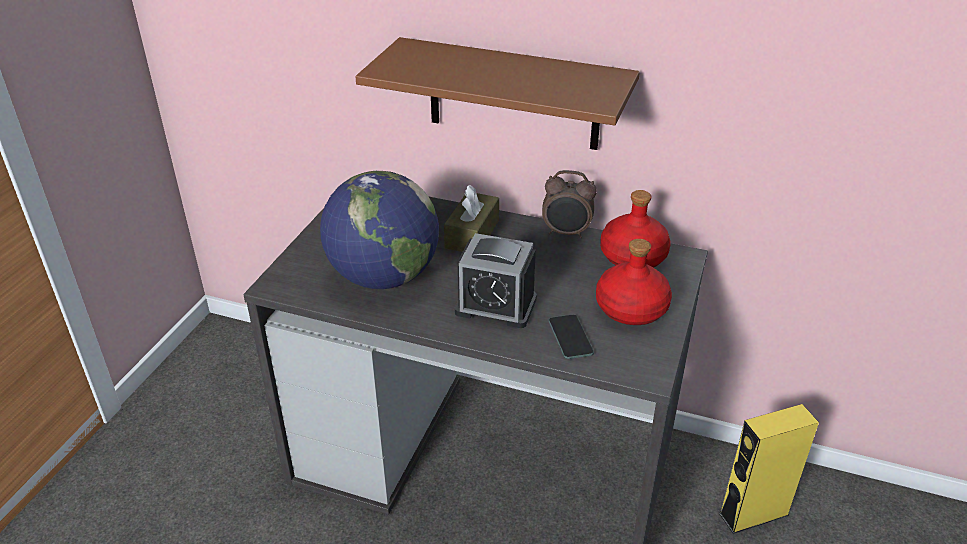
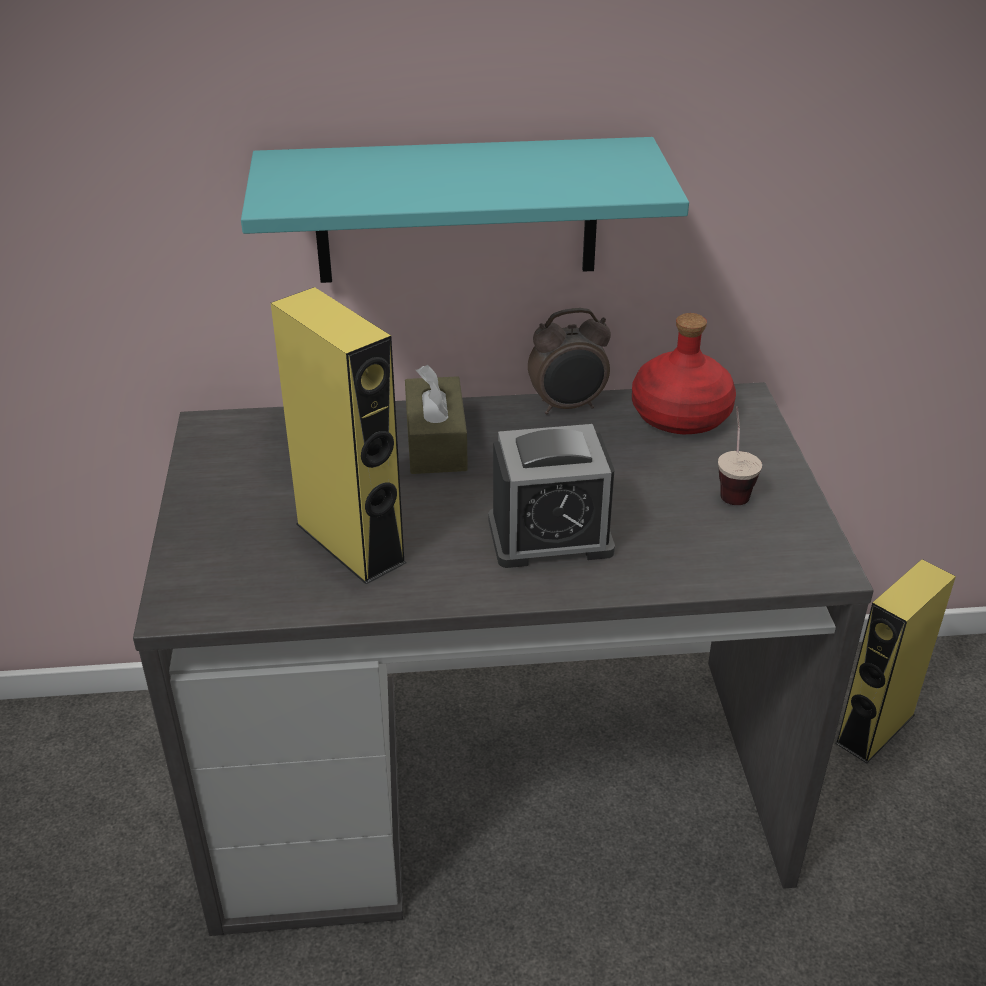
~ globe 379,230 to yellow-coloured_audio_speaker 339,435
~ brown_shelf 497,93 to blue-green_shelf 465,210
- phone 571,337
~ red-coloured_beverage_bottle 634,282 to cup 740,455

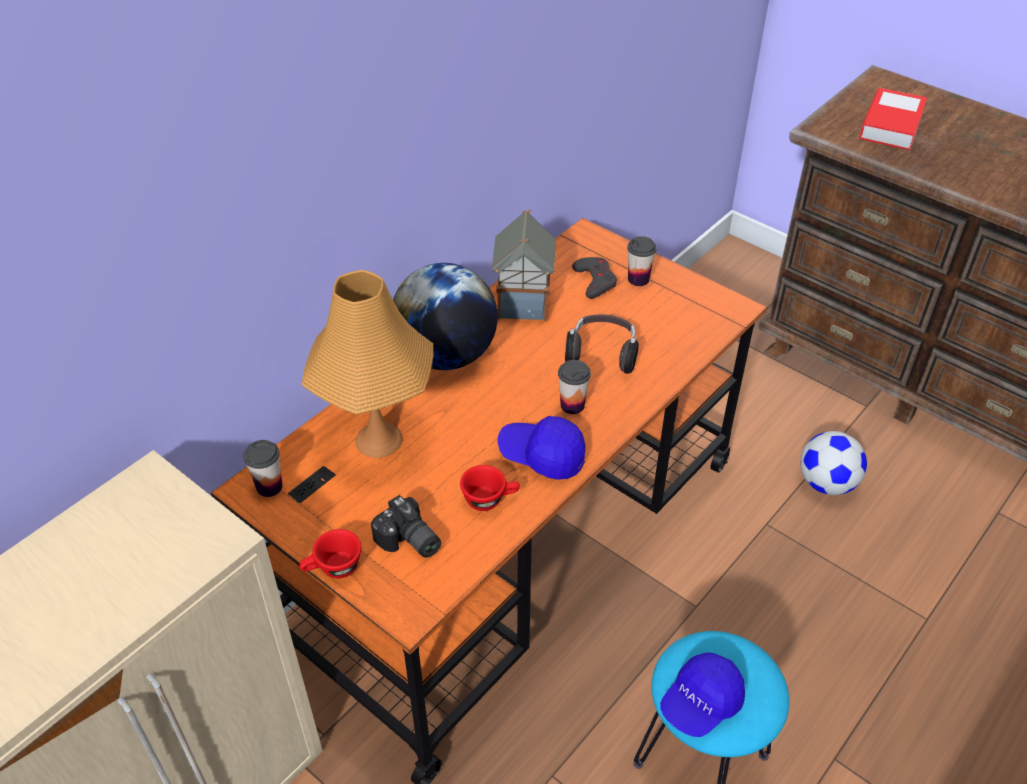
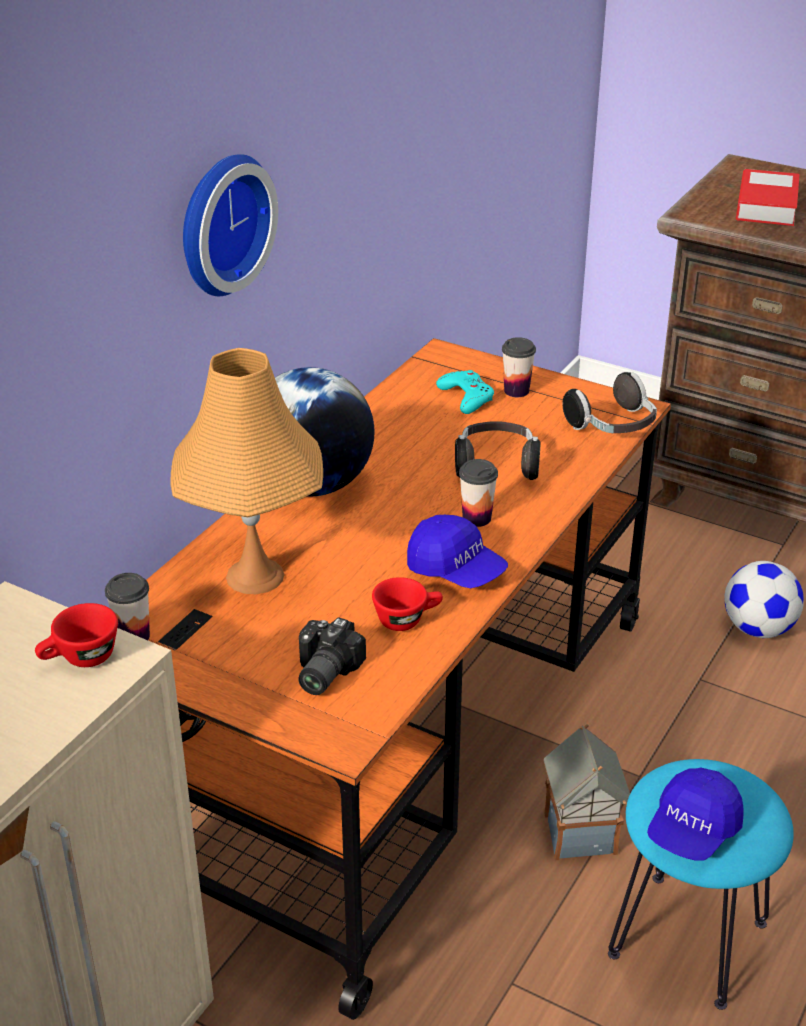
~ red-coloured_cup 330,553 to 76,635
~ still_camera 406,526 = 332,656 75 degrees clockwise
~ toy_house 524,265 to 586,792
~ blue-coloured_cap 541,448 = 457,551 150 degrees counterclockwise
~ greyish_joypad 594,278 to blue-green_joypad 465,392
+ hanging_clock 230,225
+ pair_of_headphones 609,402

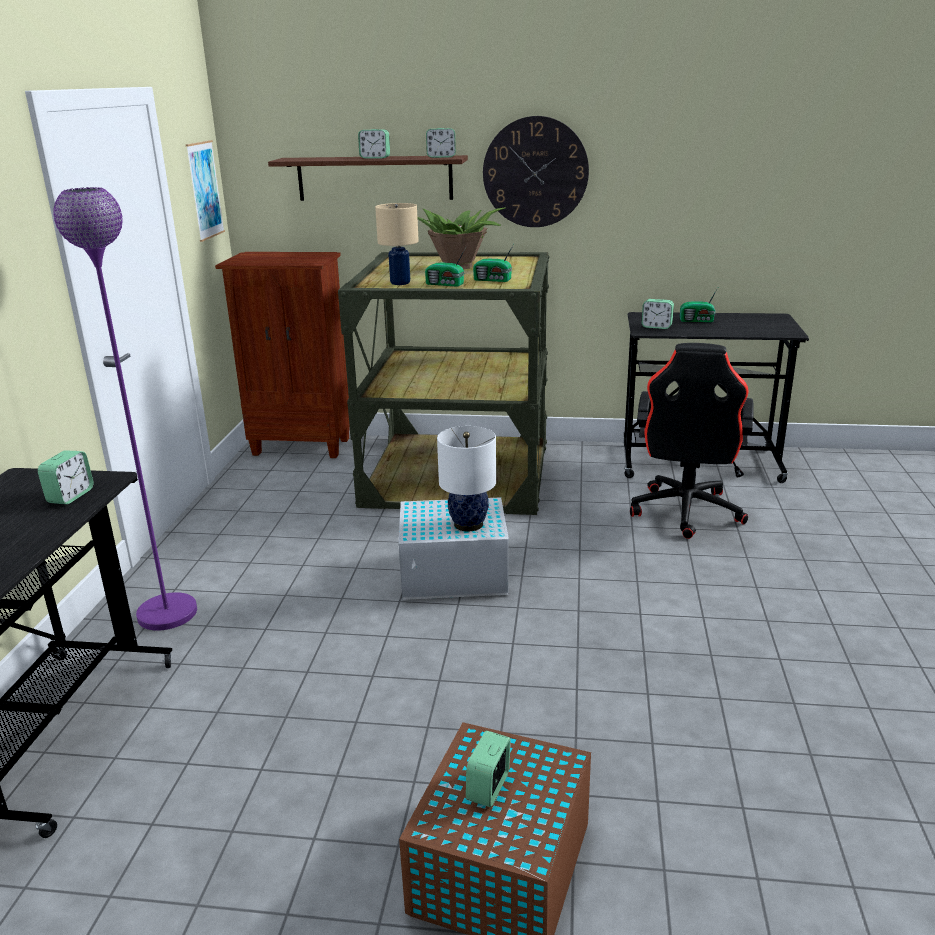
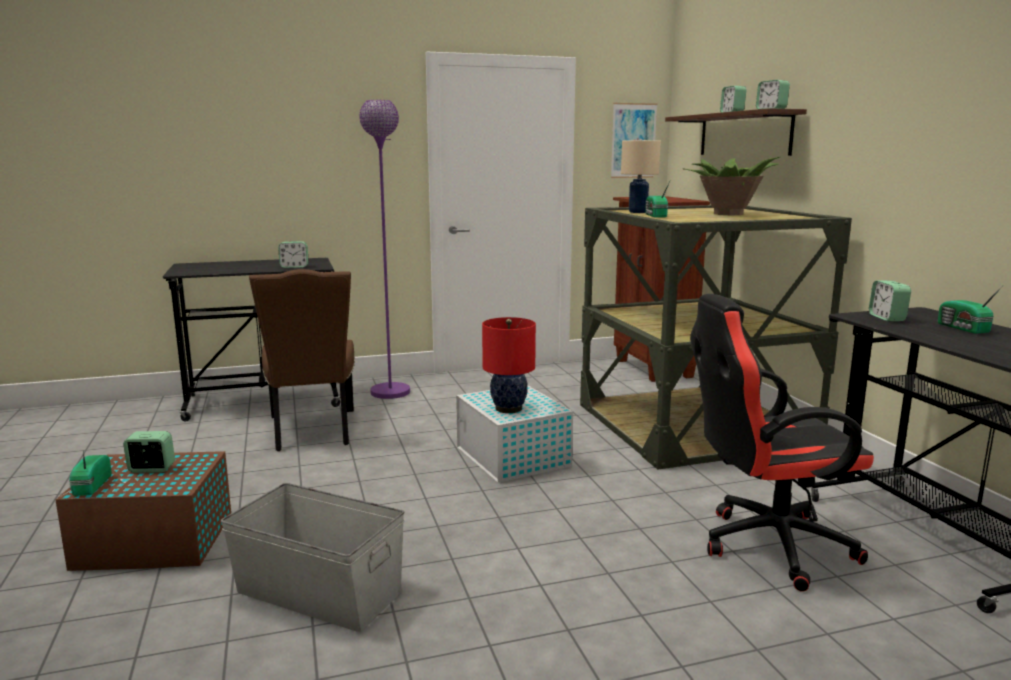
~ whitish_tabletop_lamp 466,478 to red-coloured_tabletop_lamp 509,365
~ radio_set 493,263 to 90,473
- hanging_clock 536,171
+ greyish_storage_box 312,557
+ brown_upright_chair 302,360

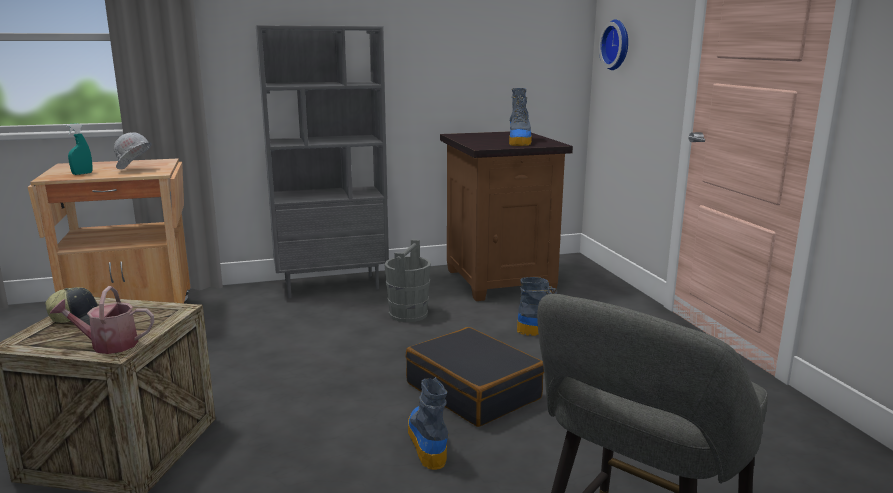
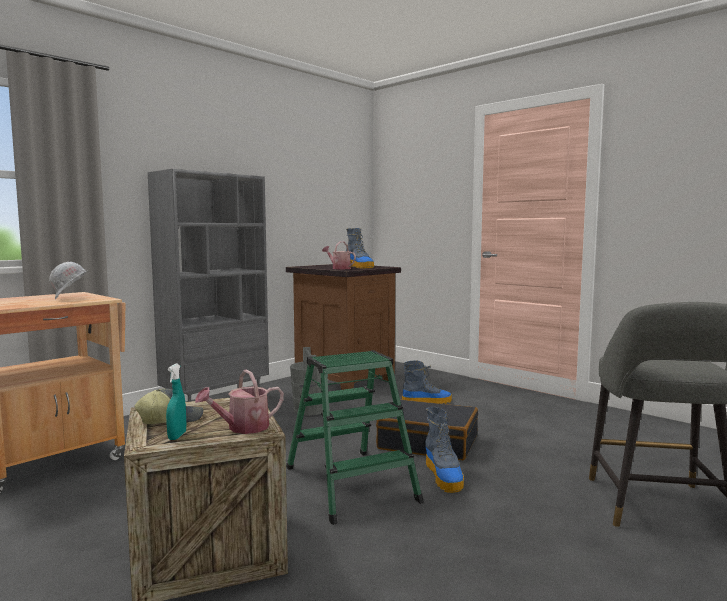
~ blue-green_spray_bottle 79,149 to 176,402
~ boot 428,423 = 444,450 150 degrees counterclockwise
- hanging_clock 613,44
+ green_stepladder 355,437
+ watering_pot 339,255

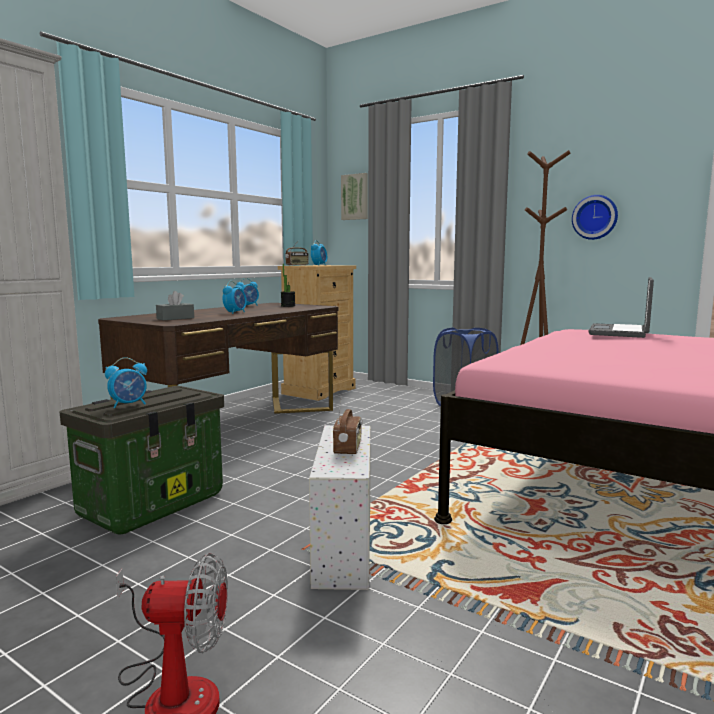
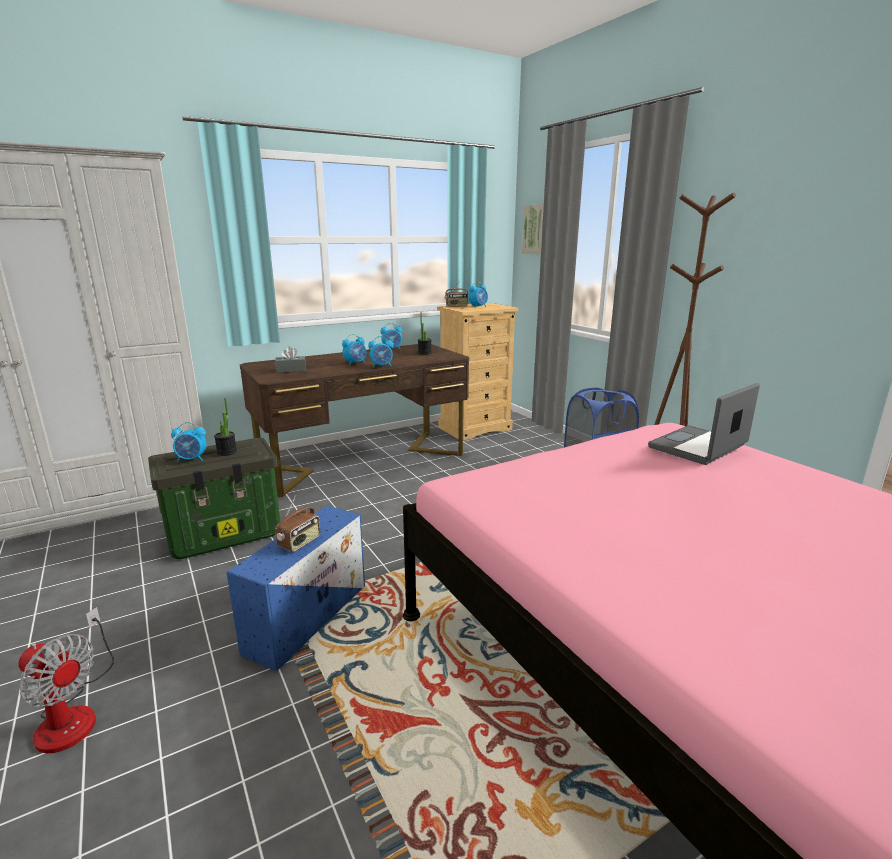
~ whitish_storage_box 339,507 to blue-coloured_storage_box 295,588
- hanging_clock 595,217
+ plant_in_a_pot 225,427
+ alarm_clock 381,352

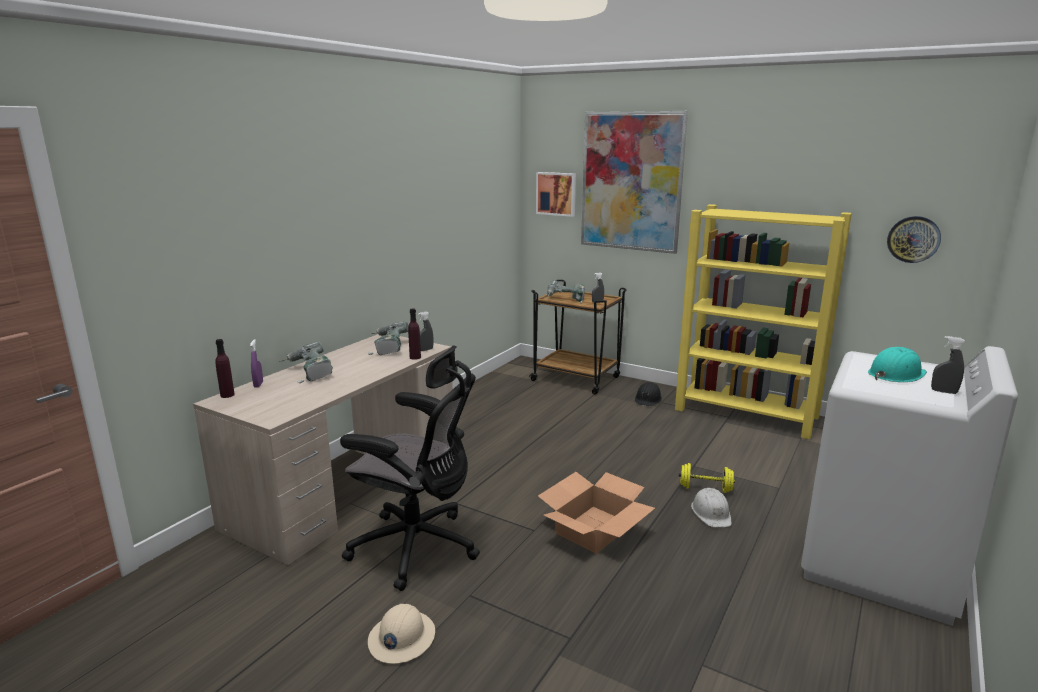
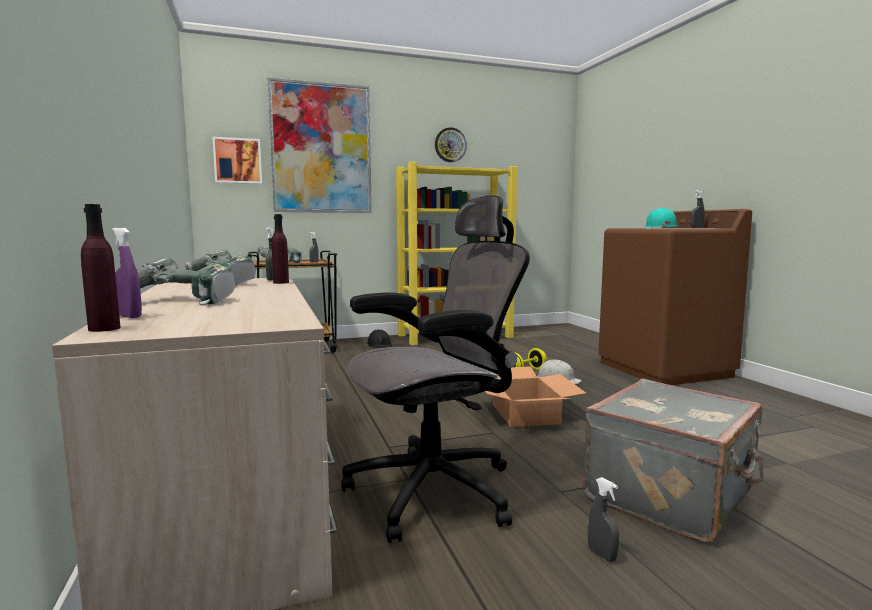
~ beige-coloured_hard_hat 401,634 to greyish_spray_bottle 603,519
~ whitish_laundry_machine 909,486 to brown_laundry_machine 675,297
~ hanging_clock 914,239 to 451,144
+ greyish_travel_case 673,461

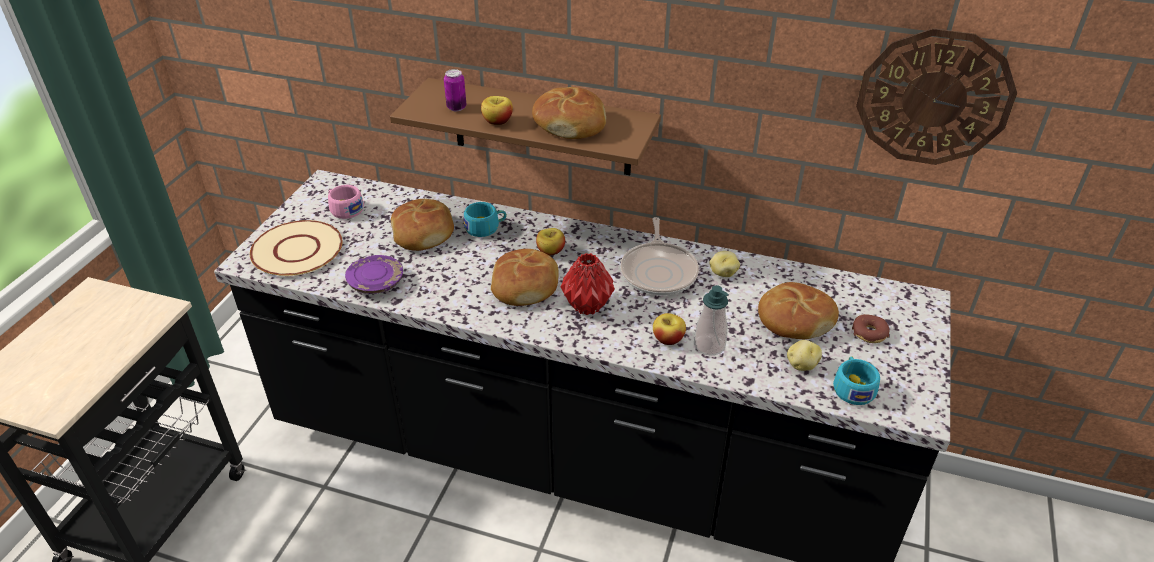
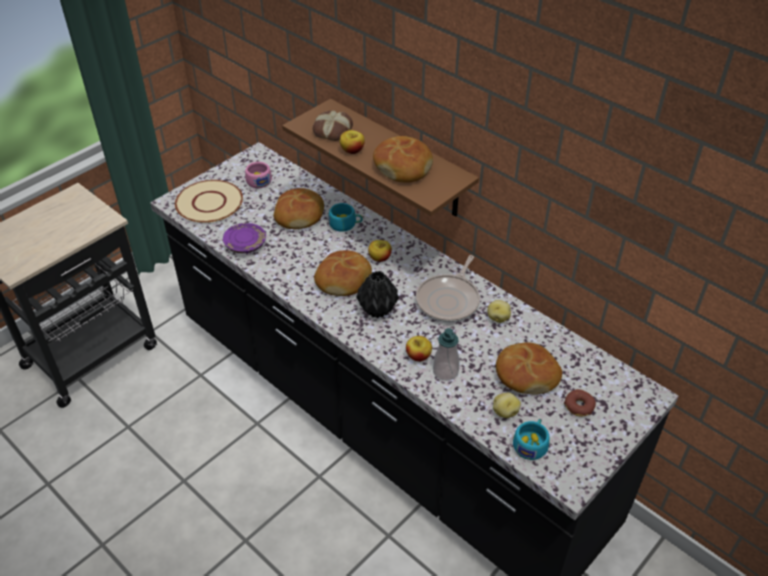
~ metal_can 455,90 to bakery_bread 332,125
~ red-coloured_decorative_vase 588,284 to black-coloured_decorative_vase 377,294
- hanging_clock 936,96

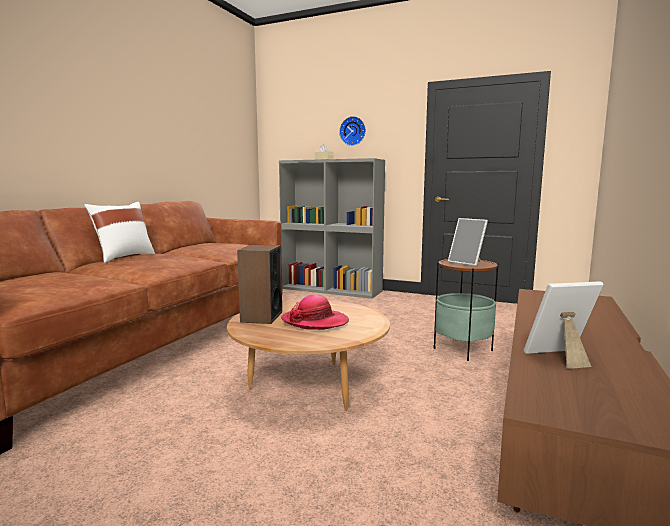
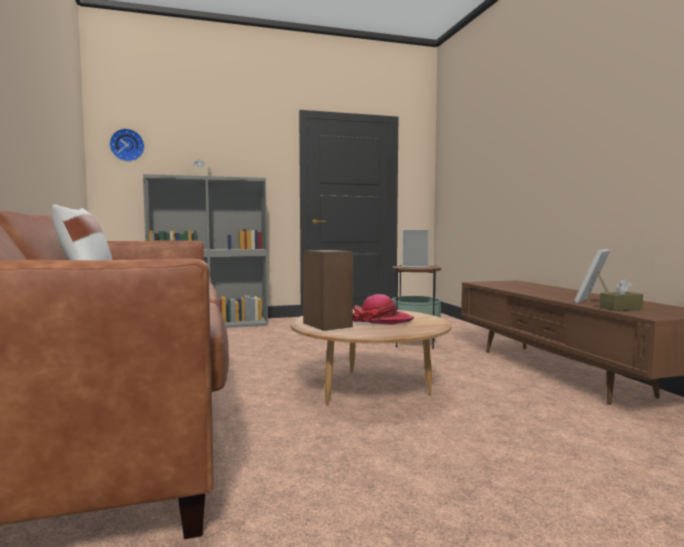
~ hanging_clock 352,131 to 127,145
+ brown_box_of_tissues 621,295

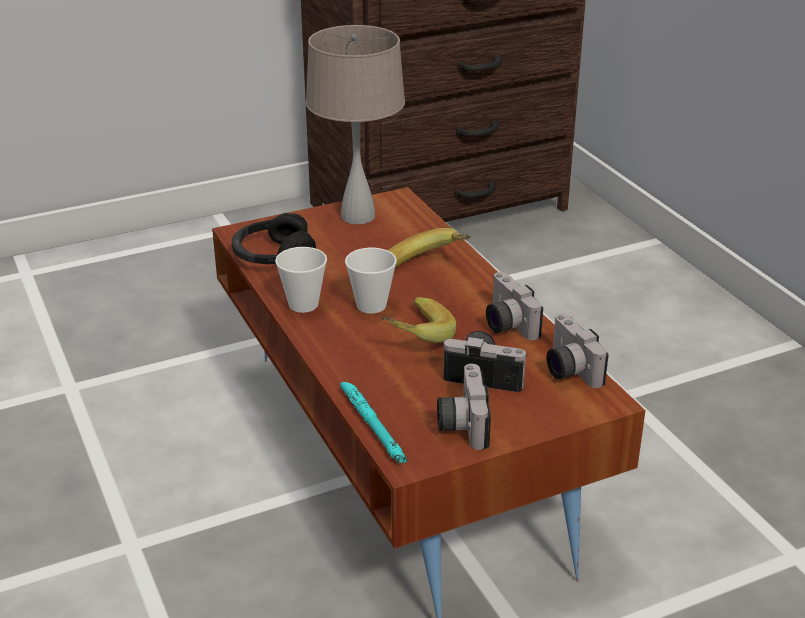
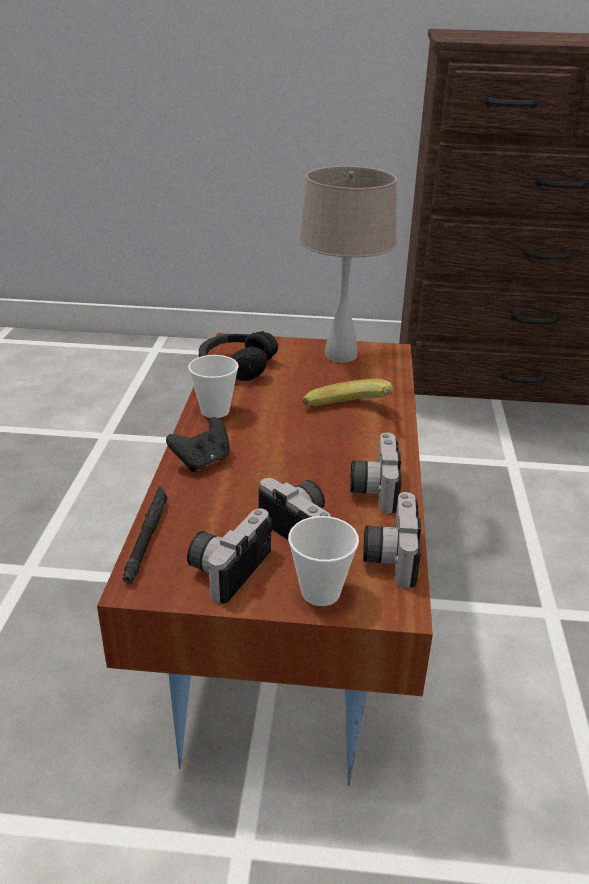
~ blue-green_hand_torch 373,422 to black-coloured_hand_torch 145,535
~ cup 371,281 to 323,561
- banana_fruit 418,320
+ black-coloured_joypad 198,444

